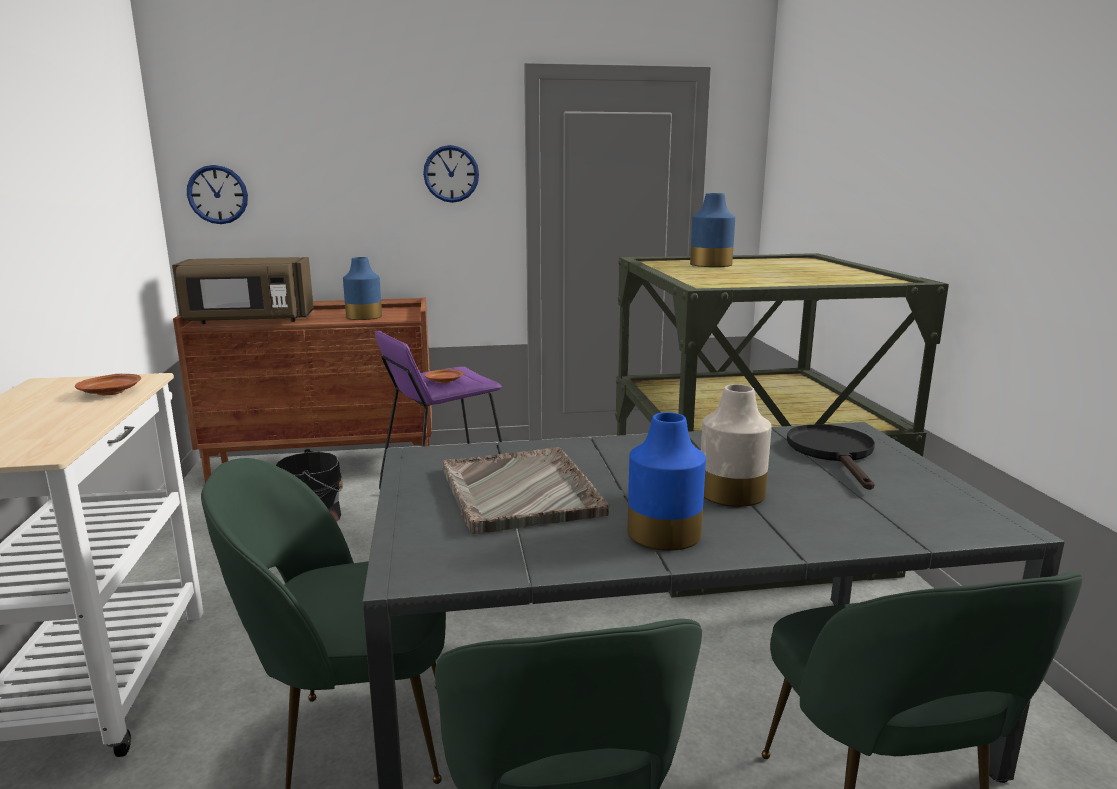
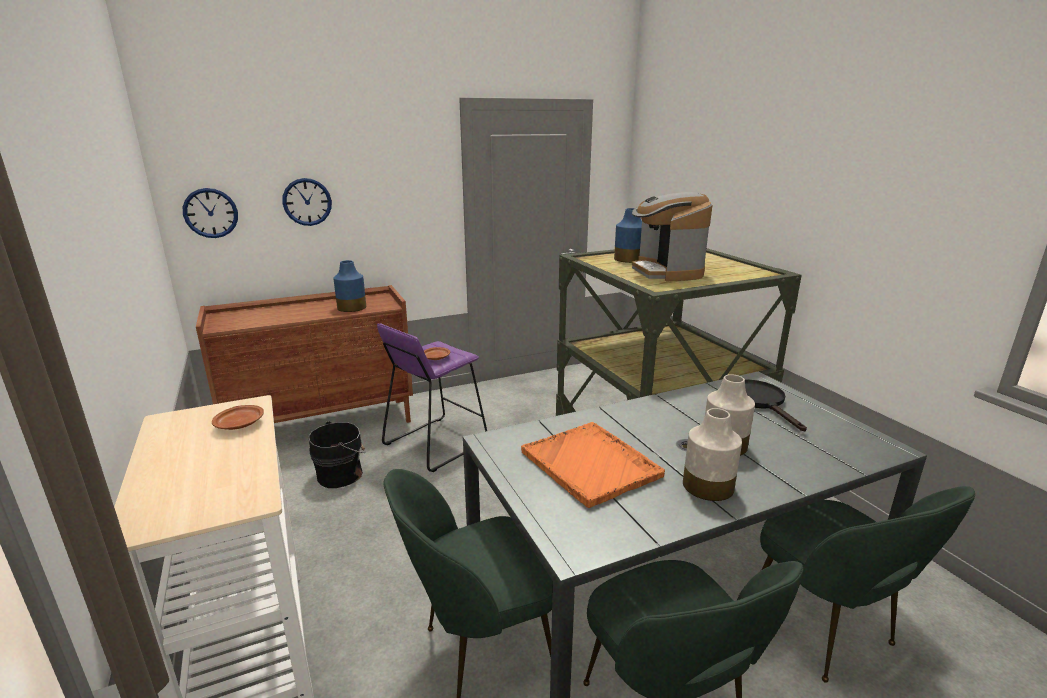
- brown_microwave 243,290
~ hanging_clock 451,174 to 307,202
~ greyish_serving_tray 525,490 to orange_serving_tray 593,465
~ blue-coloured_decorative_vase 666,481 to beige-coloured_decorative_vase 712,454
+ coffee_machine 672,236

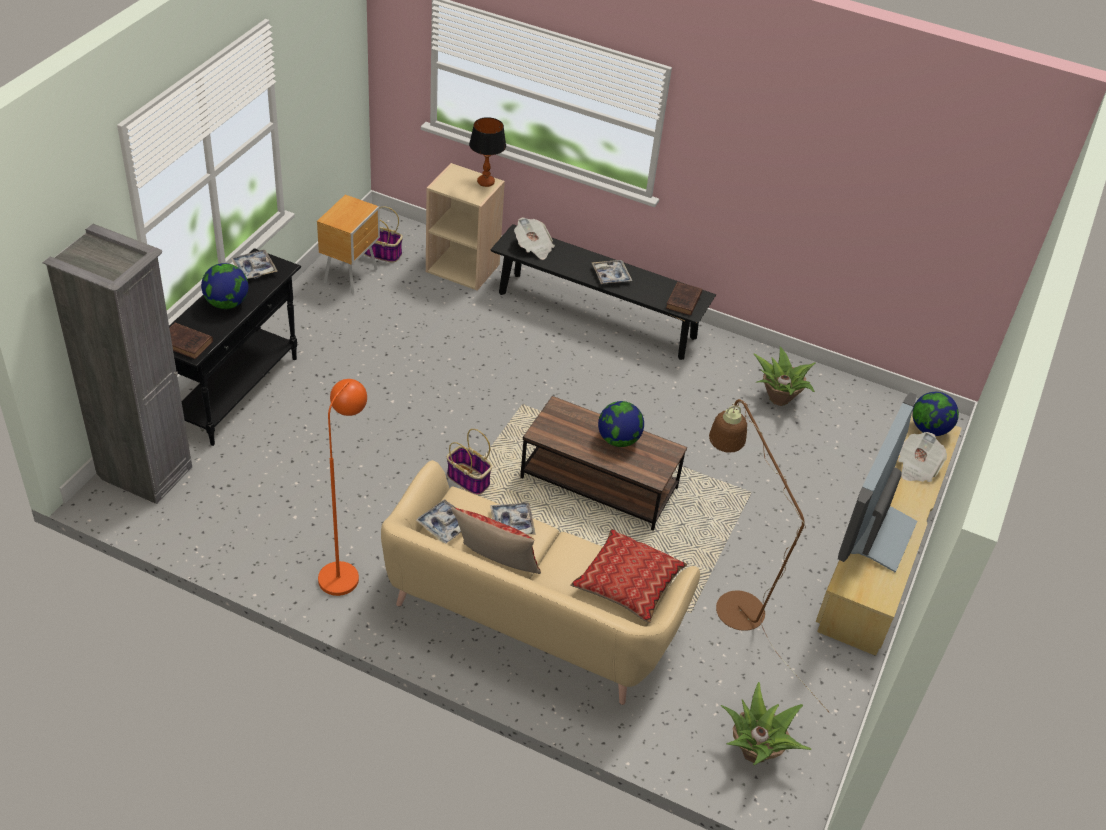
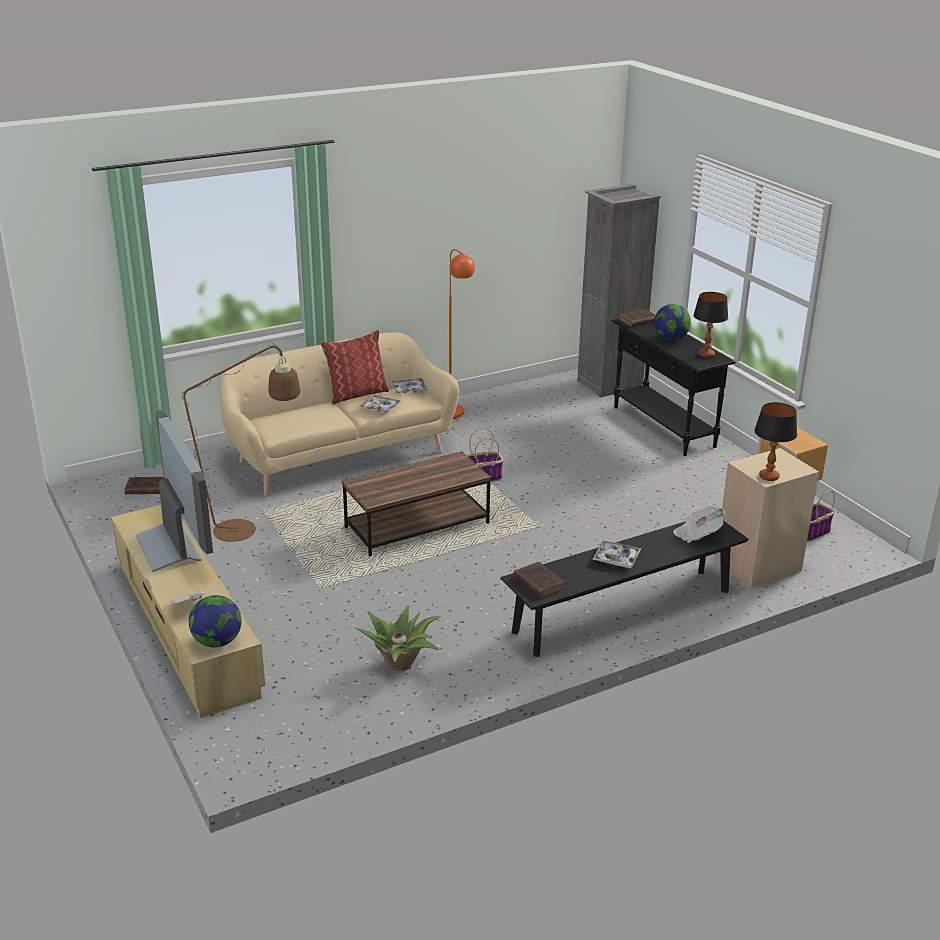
~ serving_tray 254,264 to tabletop_lamp 710,325
- pillow 628,576
- globe 621,424
~ plant_in_a_pot 766,723 to brown_bound_book 144,485

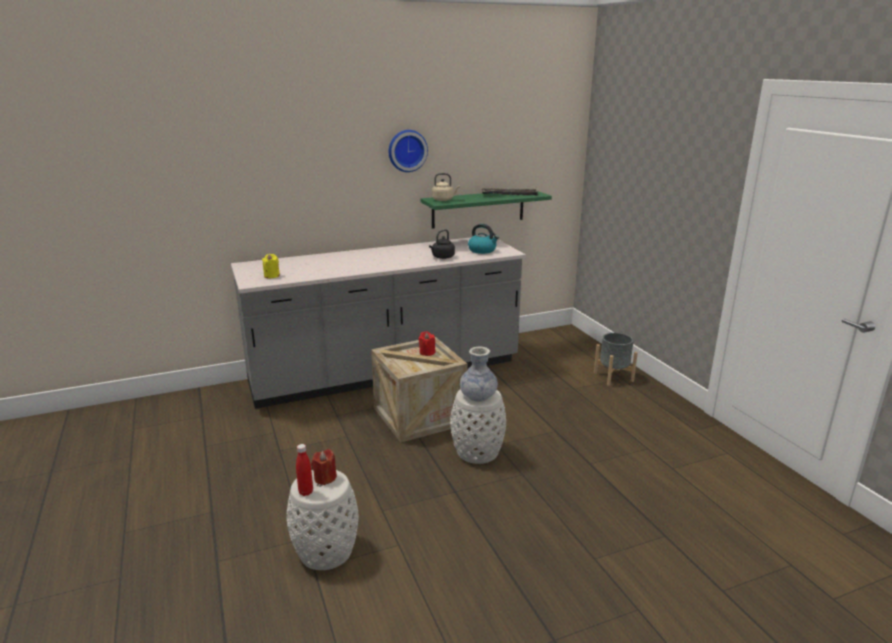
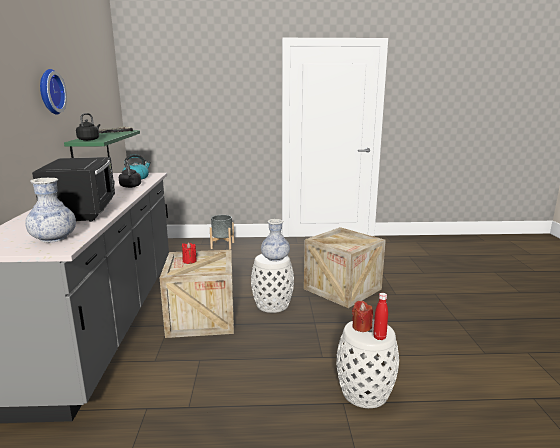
~ yellow-coloured_wax_candle 271,266 to decorative_vase 50,210
~ beige-coloured_tea_kettle 446,187 to black-coloured_tea_kettle 88,127
+ black-coloured_microwave 73,189
+ packing_crate 345,267

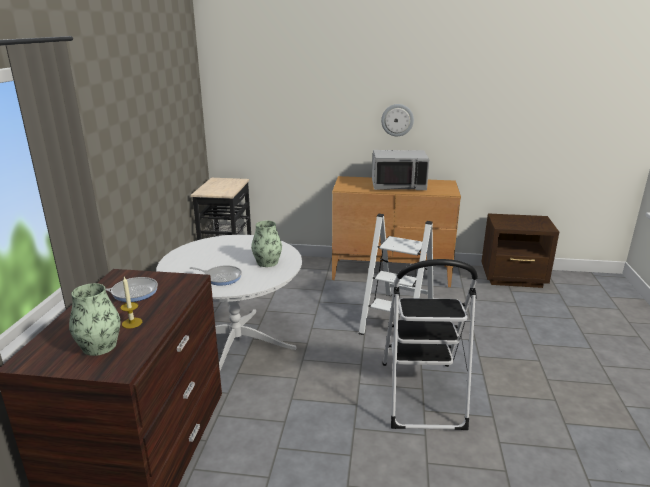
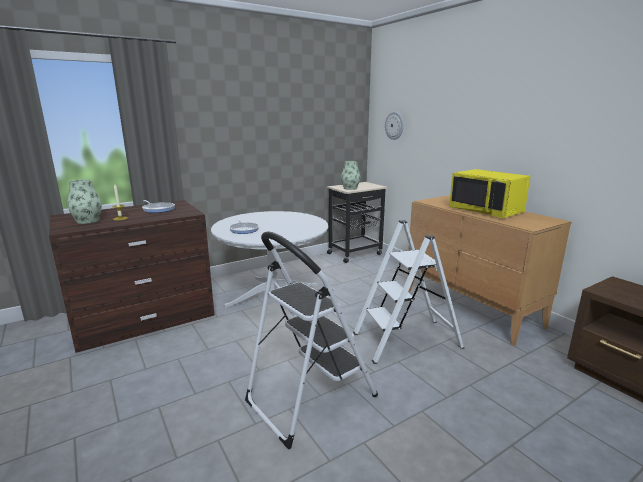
~ decorative_vase 266,244 to 350,175
~ greyish_microwave 400,170 to yellow-coloured_microwave 490,193
~ hanging_clock 397,120 to 394,125

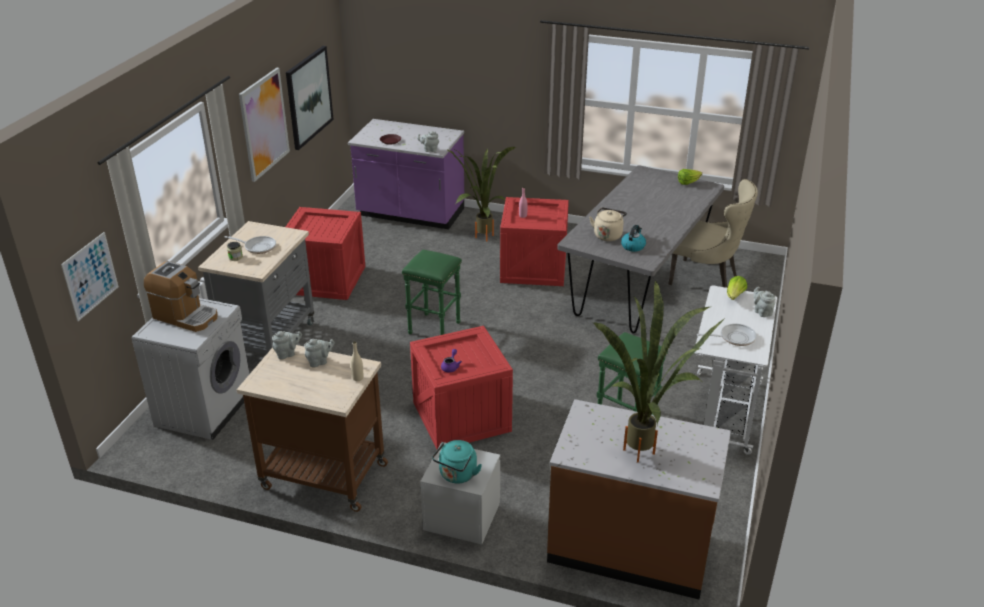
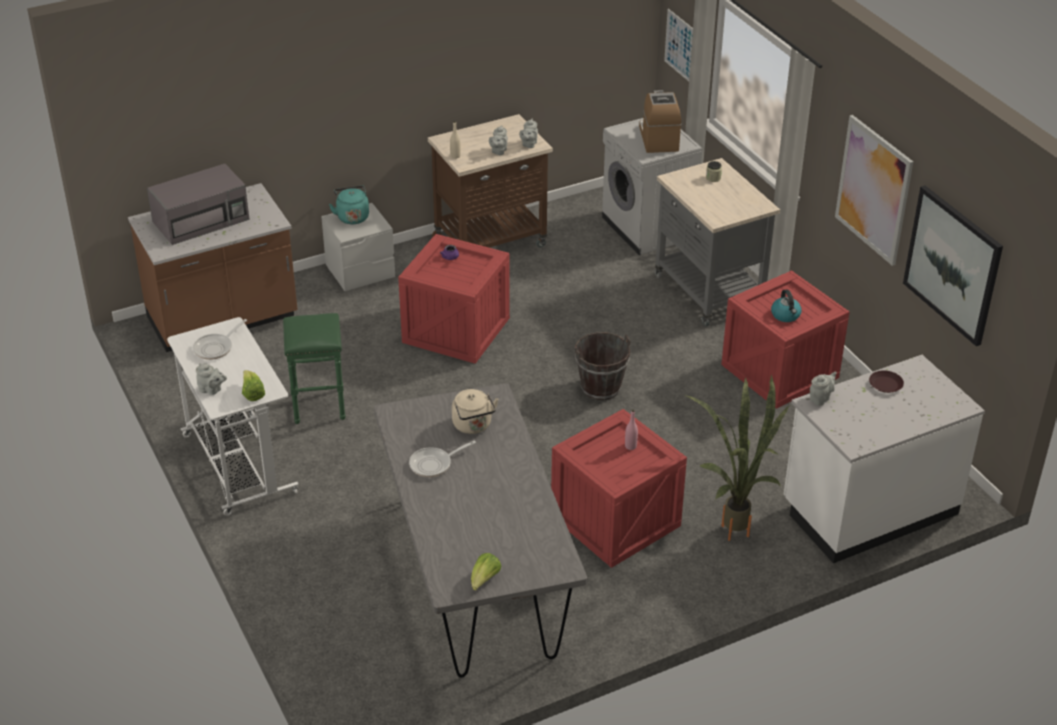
~ coffee_machine 180,296 = 660,121 105 degrees clockwise
~ skillet 250,245 to 442,459
~ purplish_kitchen_base_unit 406,174 to whitish_kitchen_base_unit 884,459
~ green_stool_seat 432,292 to brown_pail 602,366
~ plant_in_a_pot 660,371 to greyish_microwave 198,204
~ tea_kettle 633,238 to 786,305
- beige-coloured_upright_chair 713,233

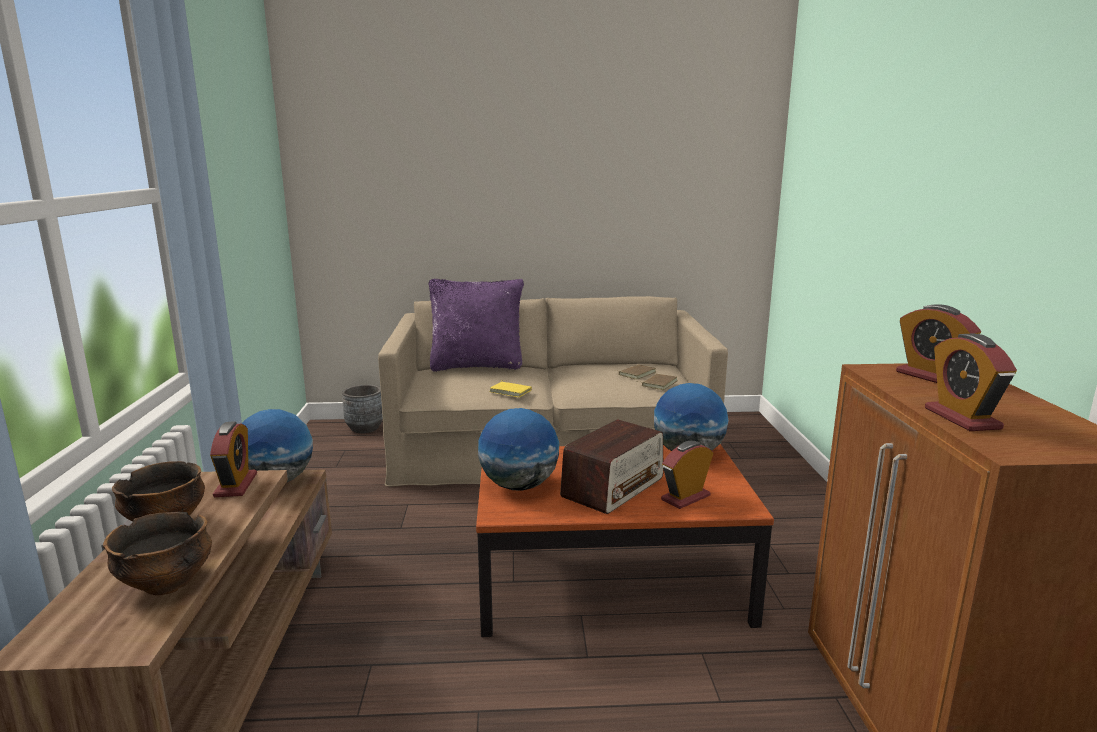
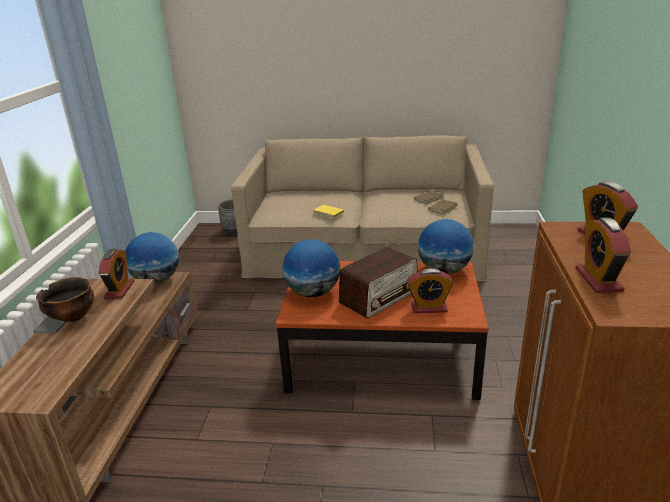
- bowl 157,553
- purplish_pillow 476,325
~ alarm_clock 687,475 = 430,291 150 degrees counterclockwise

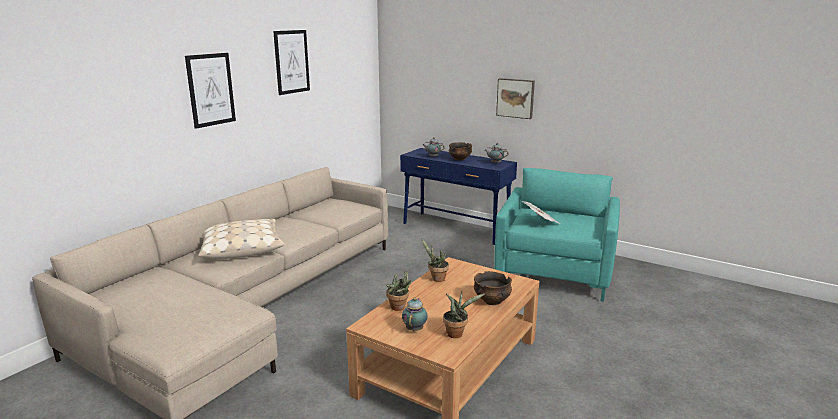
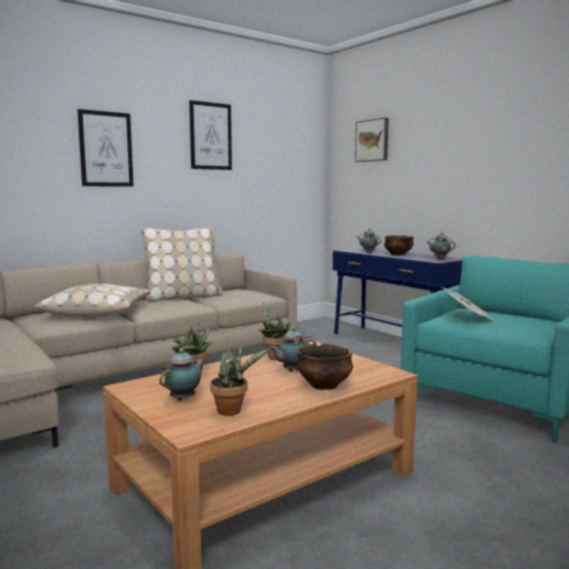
~ picture 515,98 to 372,140
+ beige-coloured_pillow 182,264
+ tea_pot 292,349

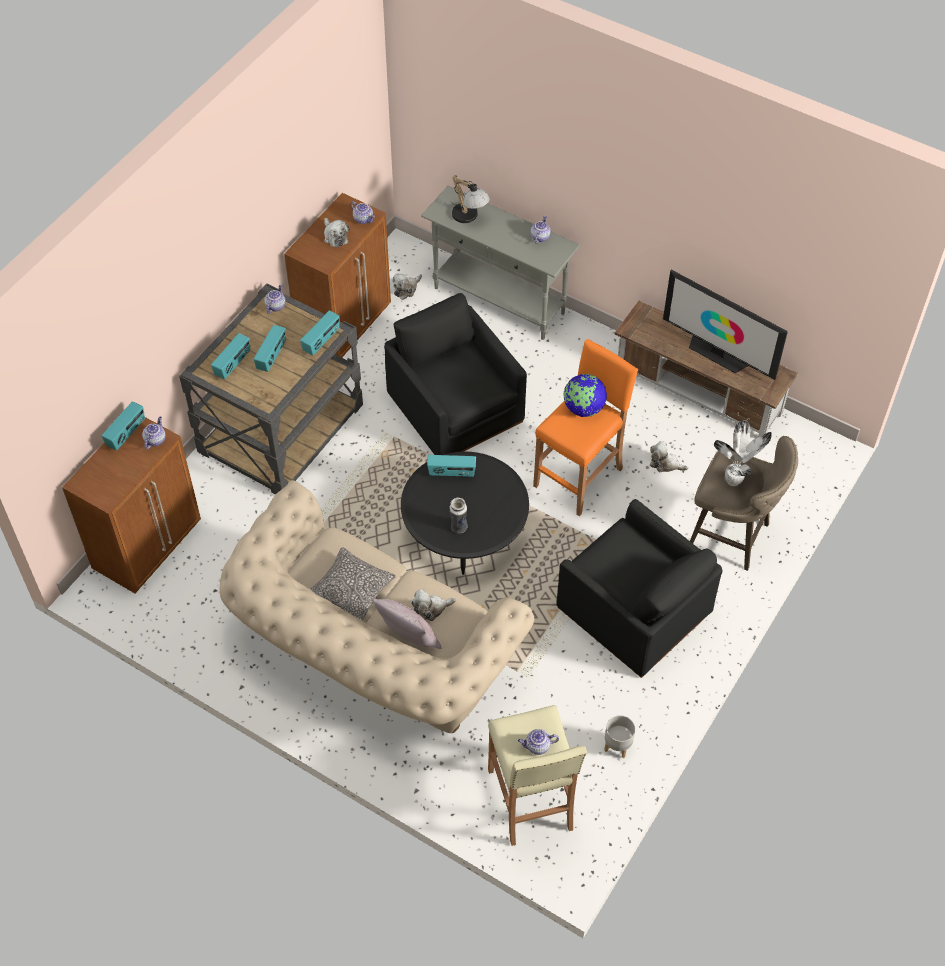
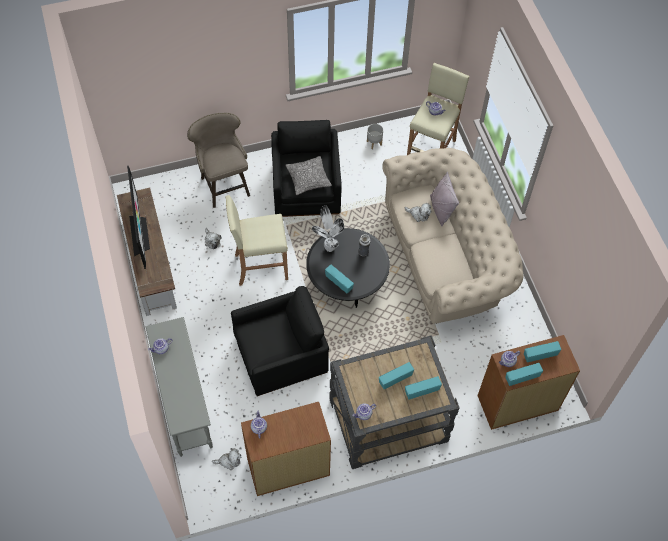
~ radio_set 320,333 to 542,351
~ pillow 353,584 to 308,175
- cuddly_toy 337,232
~ black-coloured_easy_chair 455,374 = 280,341 120 degrees counterclockwise
- tabletop_lamp 470,199
~ orange_stool_seat 585,427 to beige-coloured_stool_seat 256,240
- globe 585,395
~ plant_in_a_pot 743,453 to 328,228

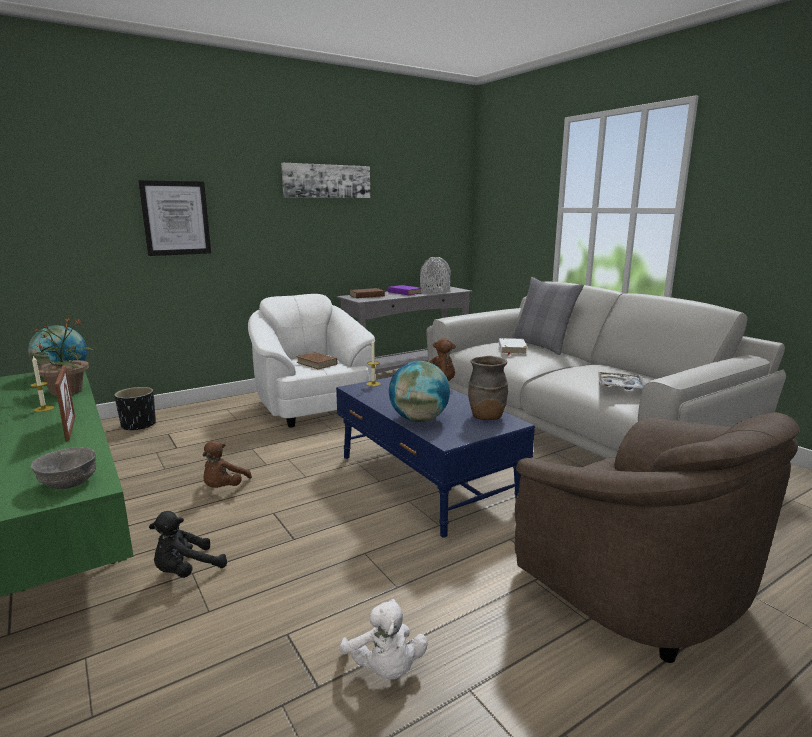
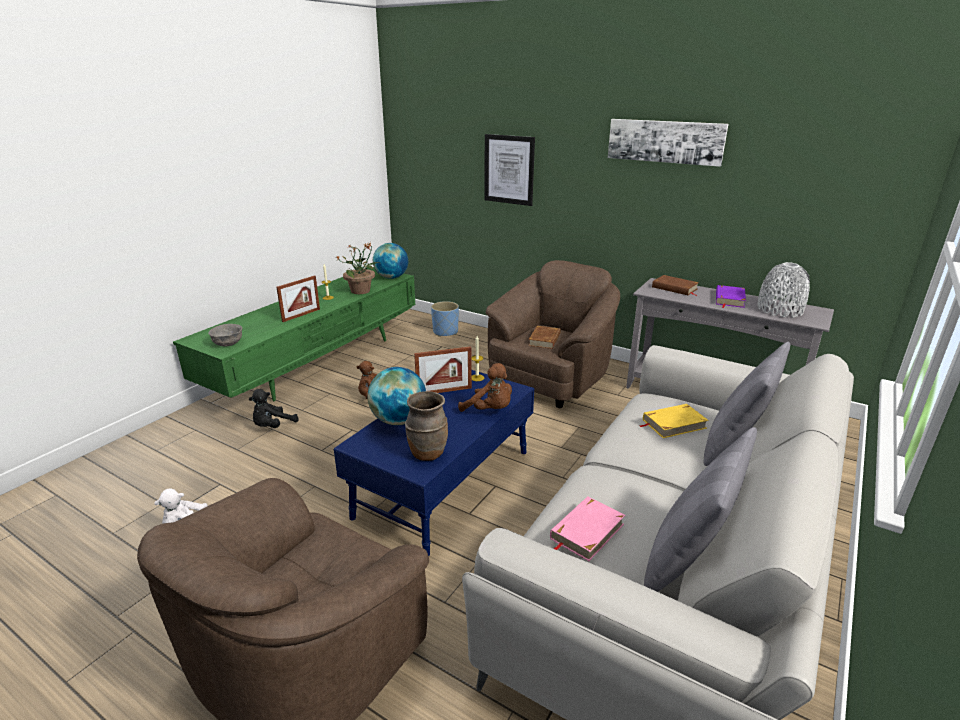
~ black-coloured_flower_pot 135,409 to blue-coloured_flower_pot 445,319
~ black-coloured_cuddly_toy 188,544 = 274,408 75 degrees counterclockwise
~ whitish_easy_chair 311,360 to brown_easy_chair 553,334
~ whitish_bound_book 513,347 to yellow-coloured_bound_book 674,421
~ serving_tray 622,381 to pinkish_bound_book 587,528
+ picture_frame 443,369
+ greyish_pillow 700,509

